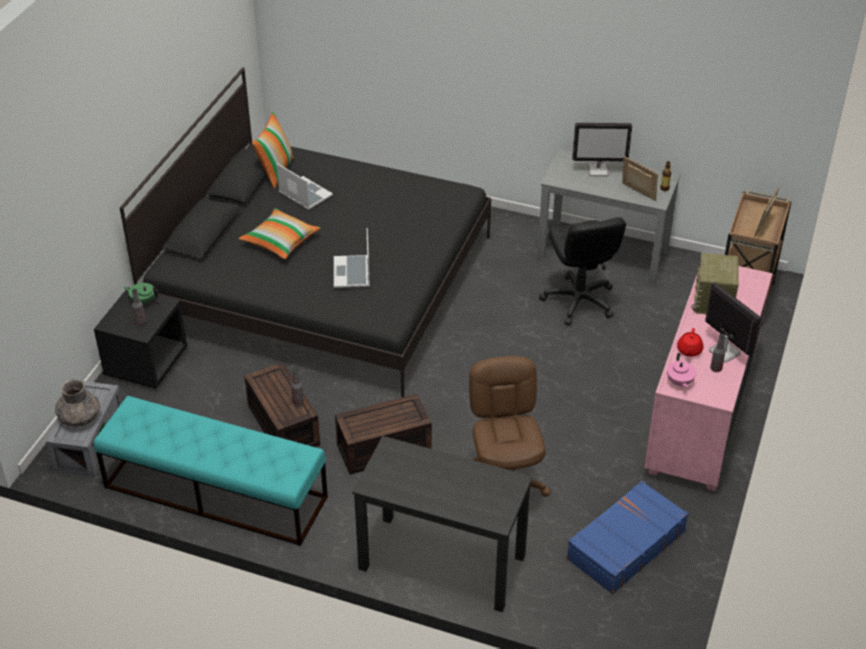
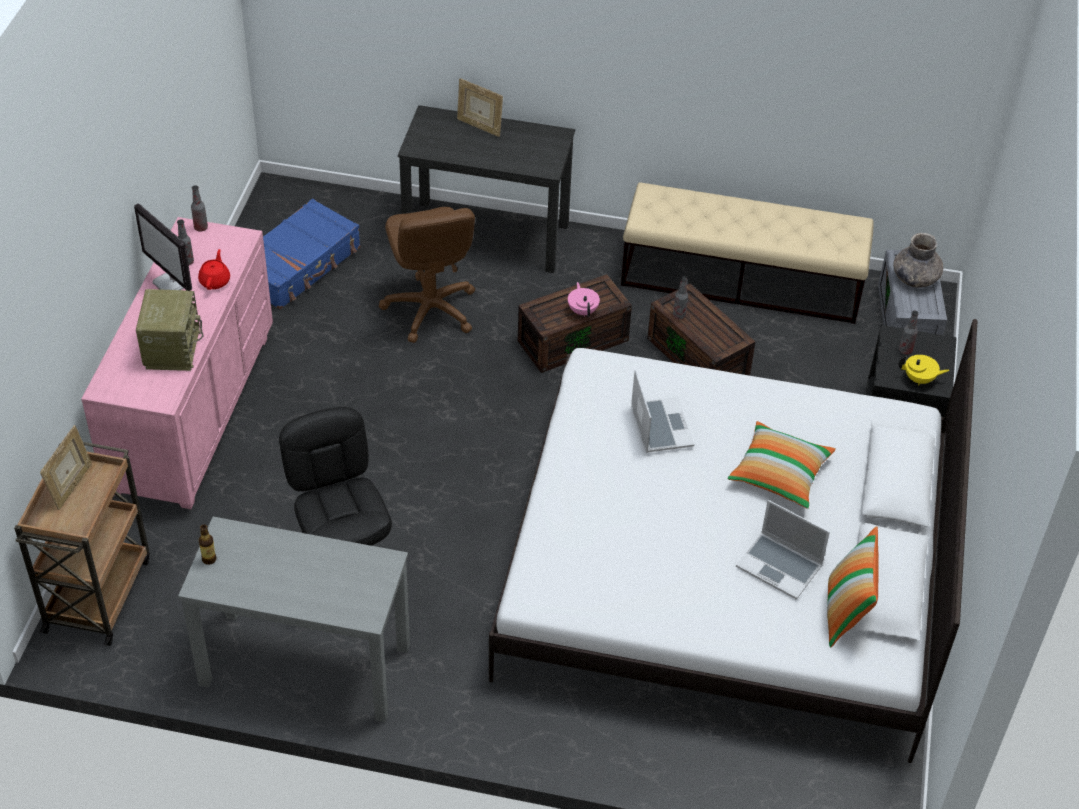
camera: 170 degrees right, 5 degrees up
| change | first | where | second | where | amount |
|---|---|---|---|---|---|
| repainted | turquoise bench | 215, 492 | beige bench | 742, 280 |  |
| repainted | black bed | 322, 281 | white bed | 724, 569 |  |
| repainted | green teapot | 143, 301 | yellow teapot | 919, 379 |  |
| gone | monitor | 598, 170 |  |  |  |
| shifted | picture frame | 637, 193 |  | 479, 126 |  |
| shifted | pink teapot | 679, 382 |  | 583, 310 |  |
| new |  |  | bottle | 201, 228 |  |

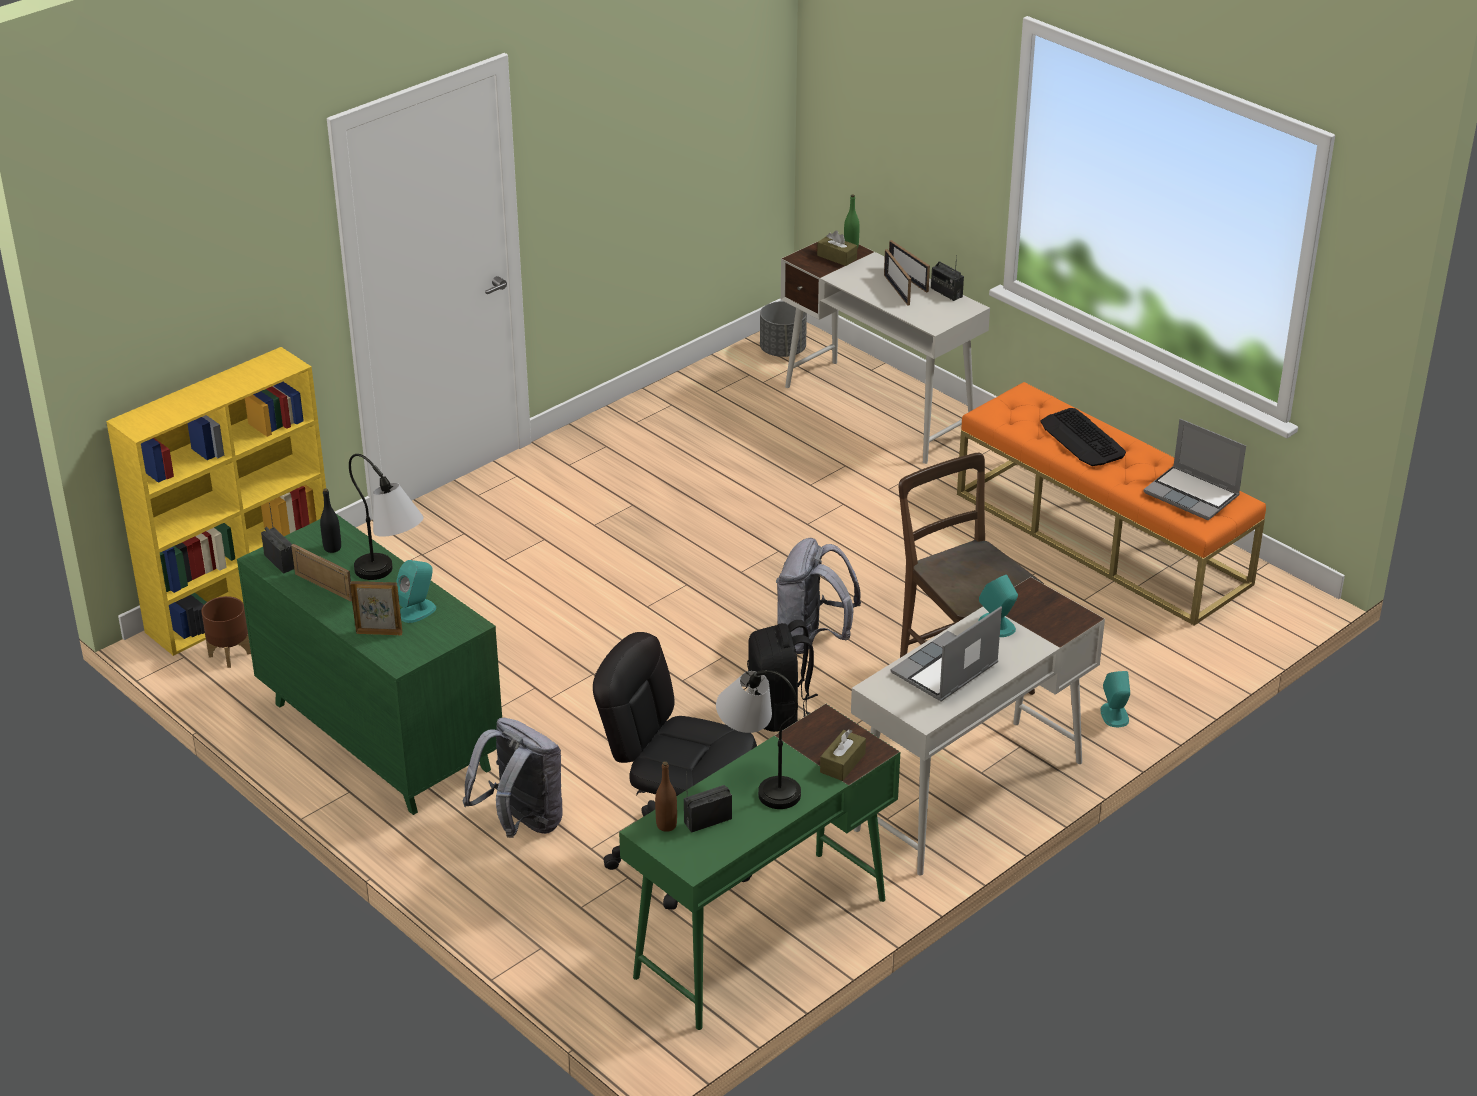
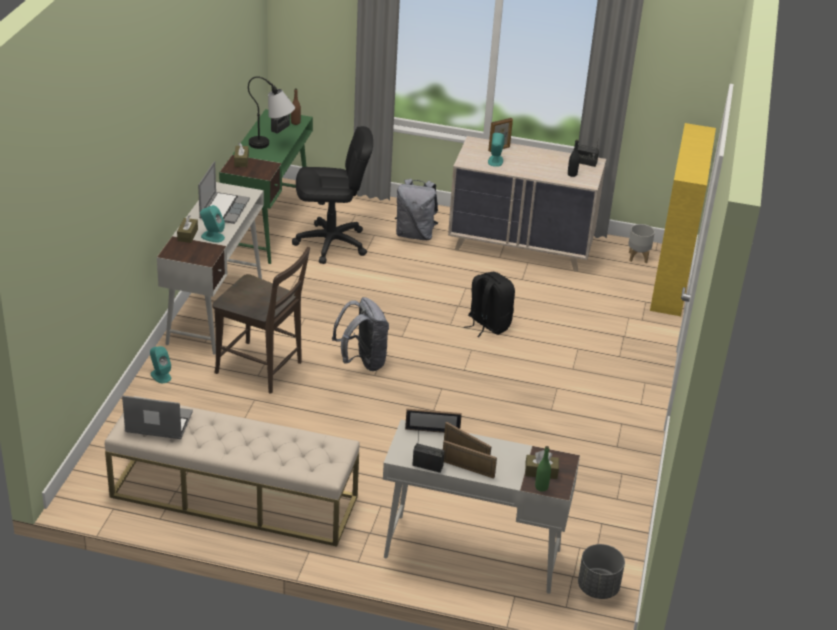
camera: 145 degrees right, 0 degrees up
| change | first | where | second | where | amount |
|---|---|---|---|---|---|
| repainted | brown planter | 229, 654 | grey planter | 638, 257 |  |
| repainted | green dresser | 379, 736 | beige dresser | 521, 247 |  |
| shifted | picture frame | 323, 587 |  | 432, 431 |  |
| gone | table lamp | 391, 579 |  |  |  |
| shifted | black backpack | 780, 712 |  | 487, 325 |  |
| repainted | orange bench | 1102, 538 | beige bench | 233, 497 |  |
| gone | keyboard | 1082, 439 |  |  |  |
| new |  |  | brown tissue box | 187, 235 |  |

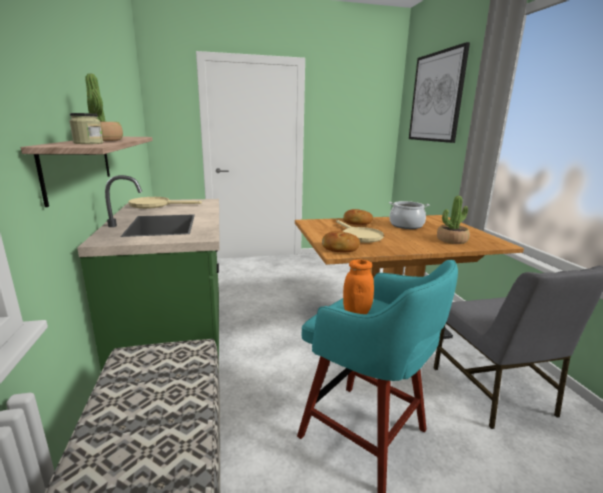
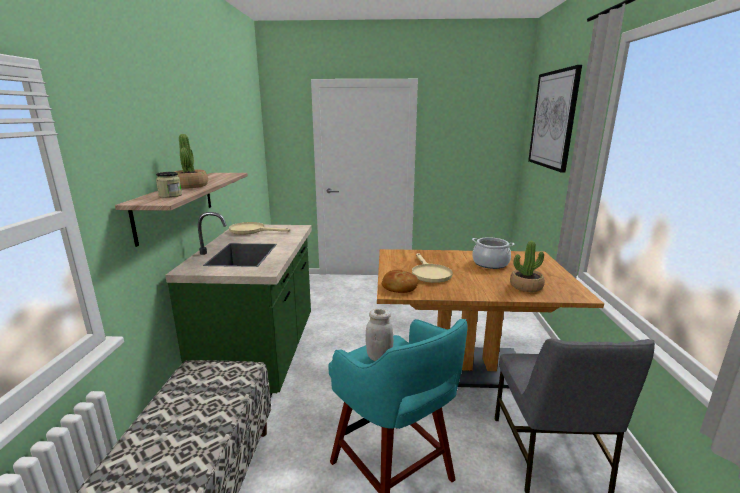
camera: 15 degrees right, 0 degrees up
| change | first | where | second | where | amount |
|---|---|---|---|---|---|
| gone | bread | 357, 222 |  |  |  |
| repainted | orange jar | 356, 312 | white jar | 379, 357 |  |

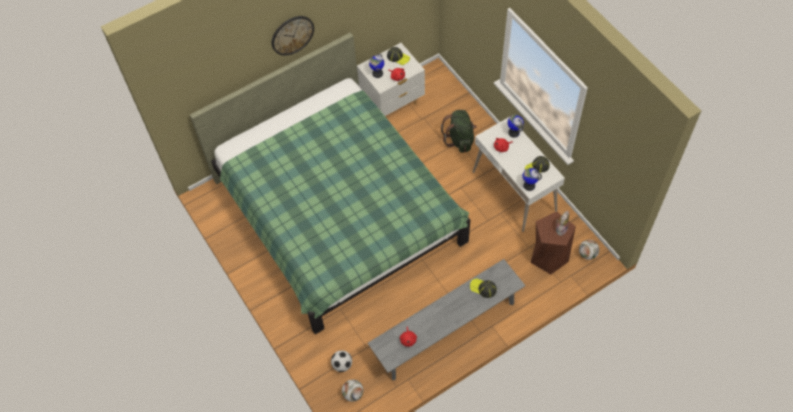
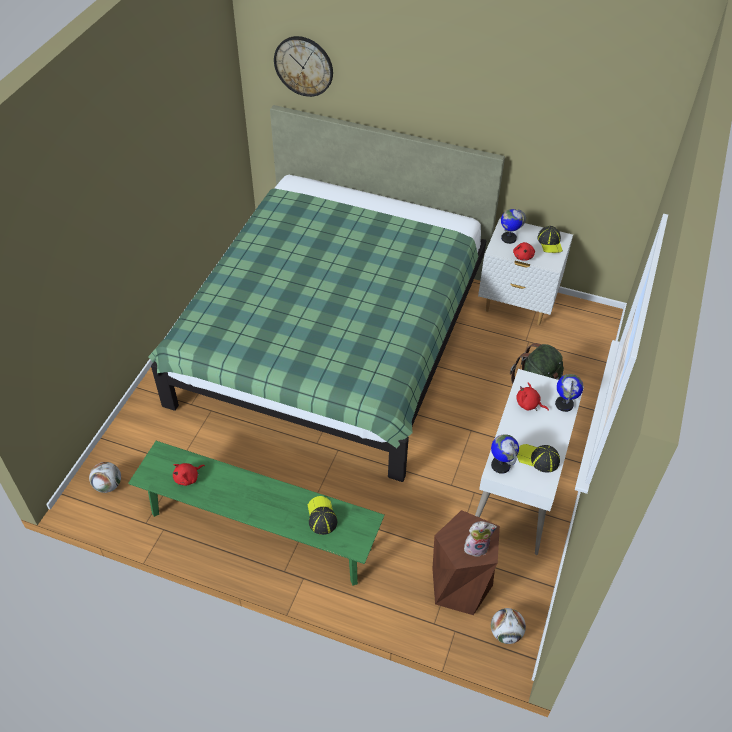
camera: 50 degrees right, 10 degrees down
| change | first | where | second | where | amount |
|---|---|---|---|---|---|
| shifted | wall clock | 292, 35 |  | 303, 66 |  |
| gone | football | 342, 365 |  |  |  |
| repainted | grey bench | 446, 330 | green bench | 260, 531 |  |

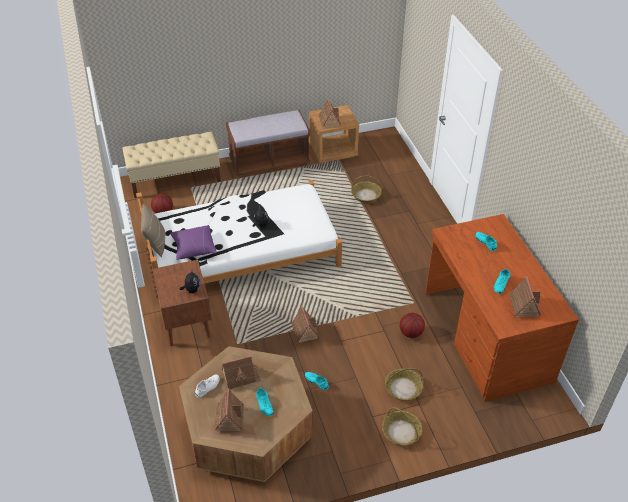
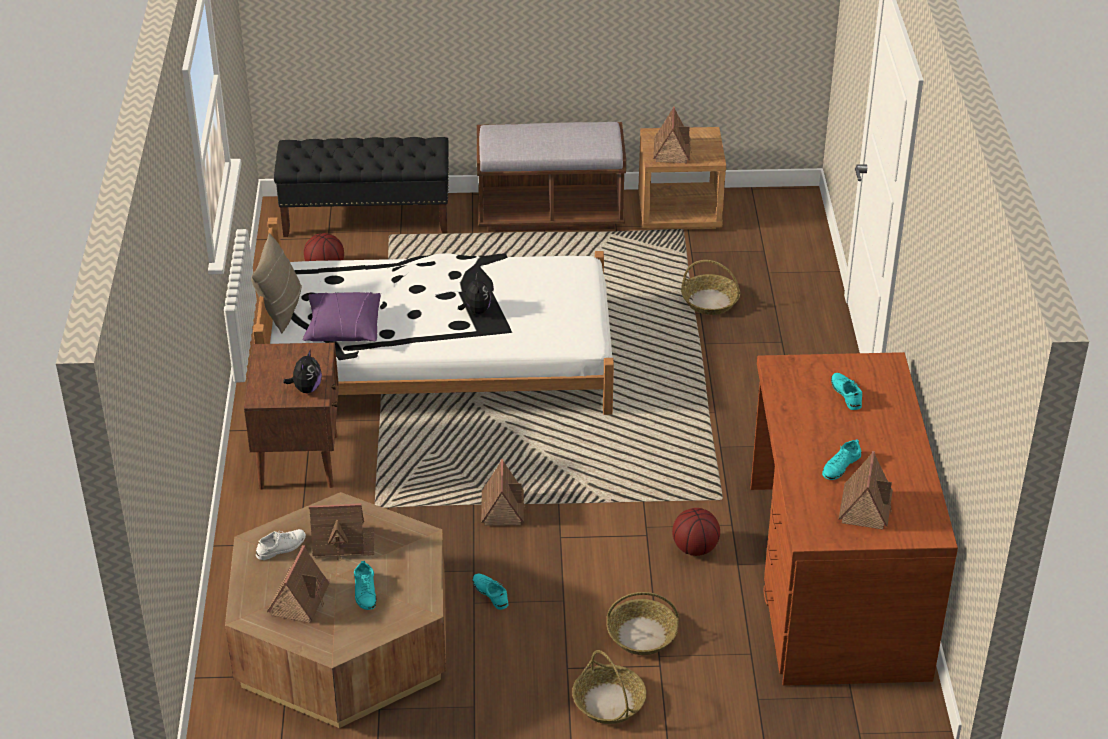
camera: 15 degrees right, 5 degrees down
| change | first | where | second | where | amount |
|---|---|---|---|---|---|
| repainted | beige bench | 175, 180 | black bench | 367, 218 |  |

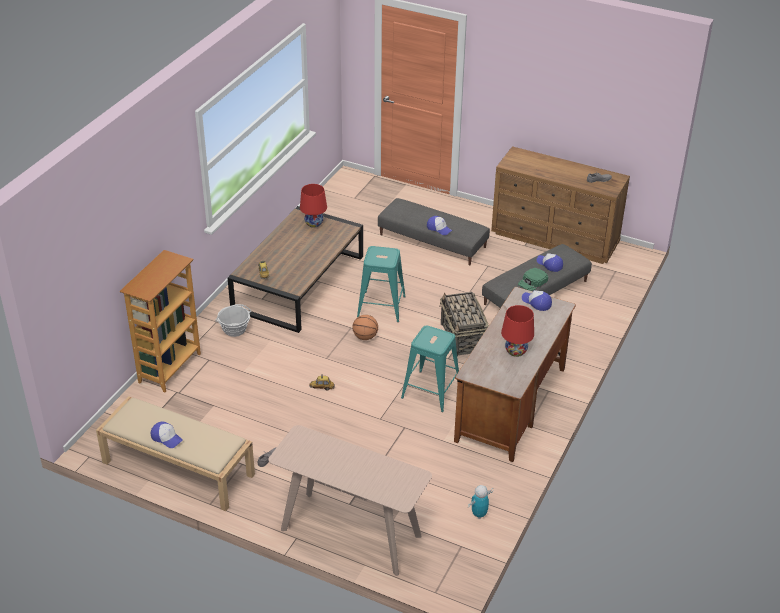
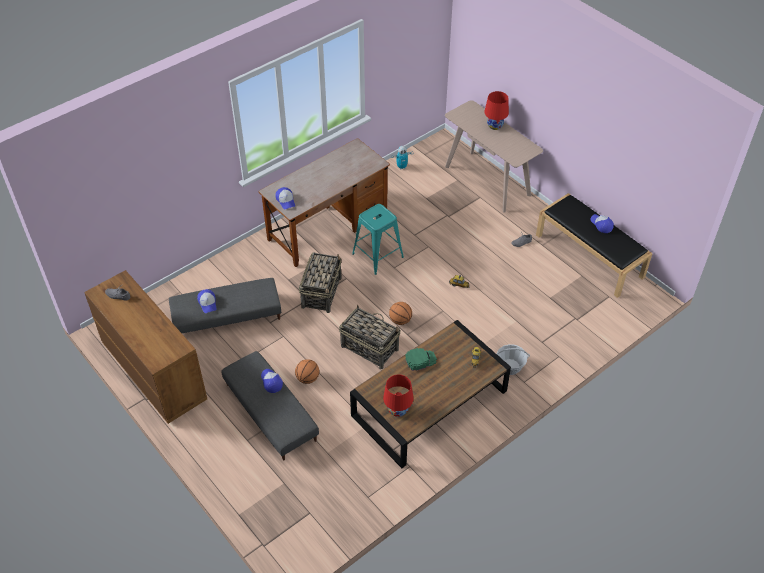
camera: 155 degrees left, 10 degrees up
| change | first | where | second | where | amount |
|---|---|---|---|---|---|
| repainted | beige bench | 177, 468 | black bench | 590, 256 |  |
| gone | bookcase | 169, 368 |  |  |  |
| swapped | turquoise stool | 381, 307 | basket | 369, 347 |  |
| shifted | red table lamp | 515, 351 |  | 495, 126 |  |
| shifted | green cap | 532, 282 |  | 420, 360 |  |
| new |  |  | basketball | 307, 378 |  |

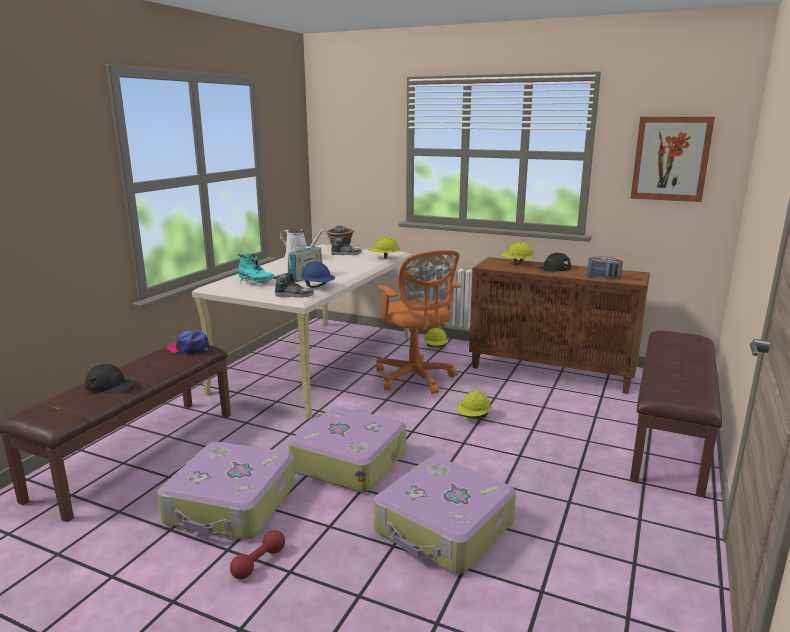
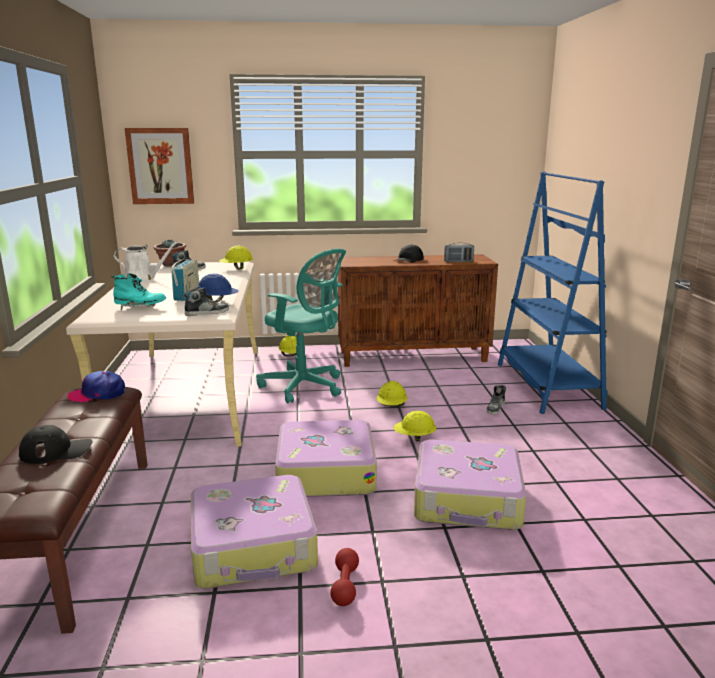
camera: 30 degrees left, 0 degrees up
| change | first | where | second | where | amount |
|---|---|---|---|---|---|
| repainted | orange office chair | 416, 379 | turquoise office chair | 305, 387 |  |
| shifted | yellow hard hat | 516, 264 |  | 414, 438 |  |
| swapped | brown bench | 670, 436 | blue bookcase | 547, 385 |  |
| shifted | picture | 671, 159 |  | 160, 166 |  |
| new |  |  | shoe | 496, 408 |  |

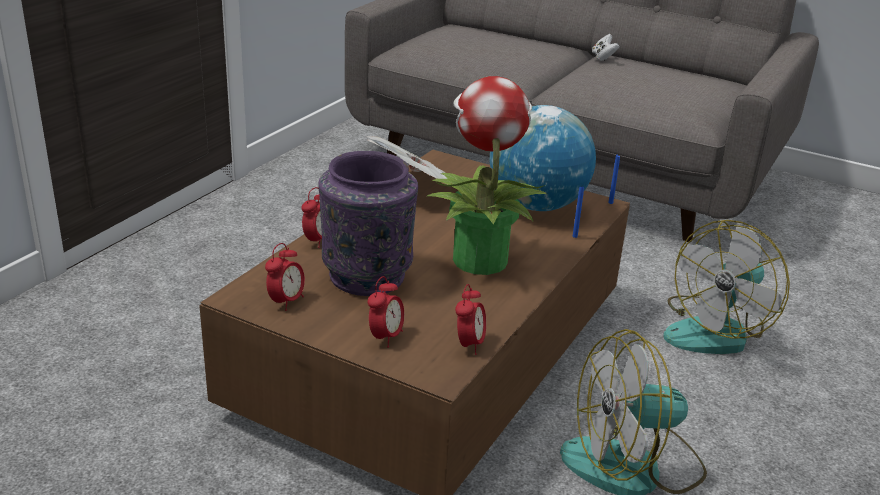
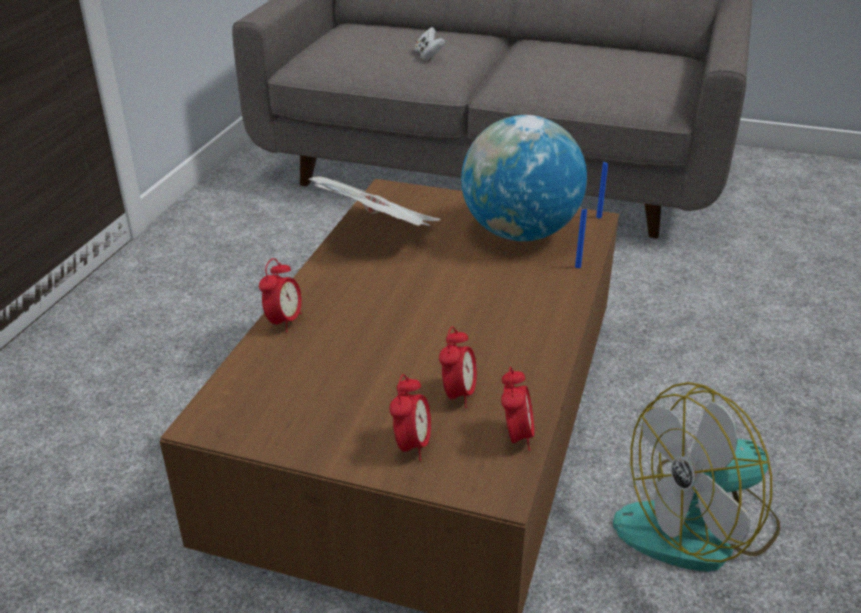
camera: 10 degrees left, 5 degrees up
| change | first | where | second | where | amount |
|---|---|---|---|---|---|
| shifted | alarm clock | 286, 301 |  | 458, 395 |  |
| gone | purple vase | 366, 275 |  |  |  |
| gone | potted plant | 479, 259 |  |  |  |
| shifted | white game controller | 603, 57 |  | 428, 56 |  |
| gone | fan | 716, 330 |  |  |  |

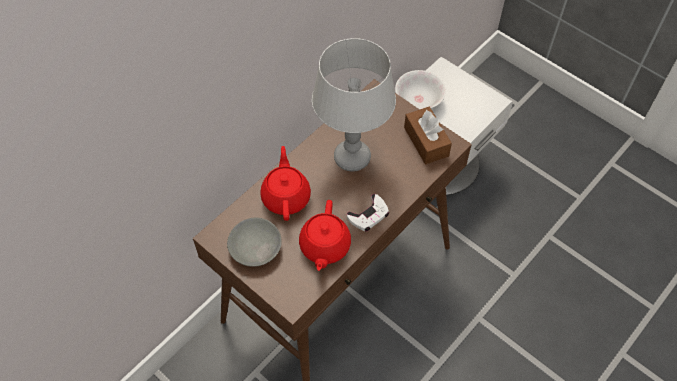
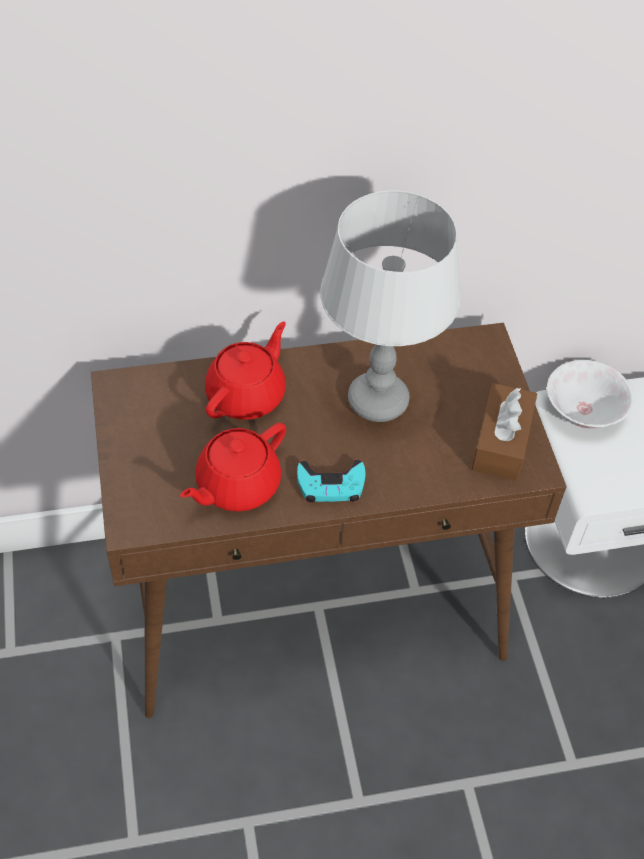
camera: 35 degrees right, 5 degrees down
| change | first | where | second | where | amount |
|---|---|---|---|---|---|
| gone | grey bowl | 255, 248 |  |  |  |
| repainted | white game controller | 369, 215 | turquoise game controller | 331, 485 |  |

